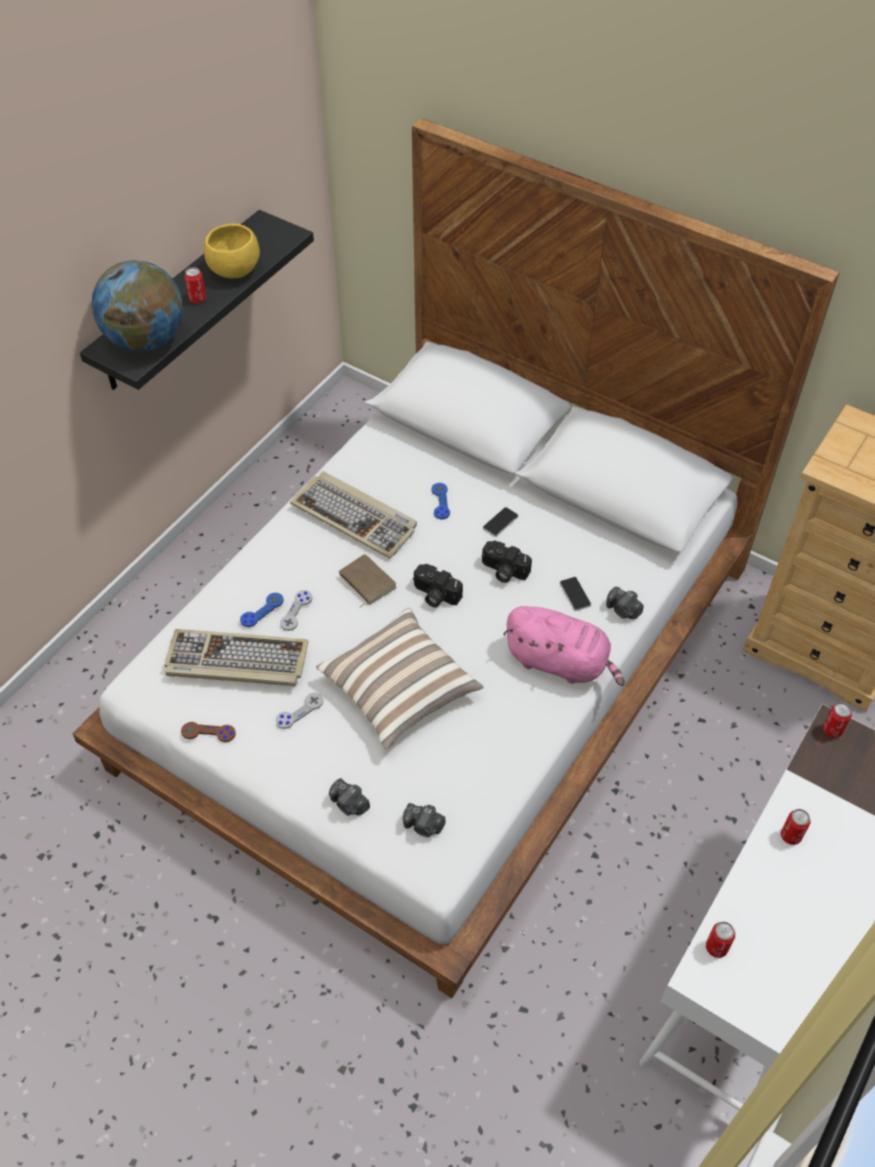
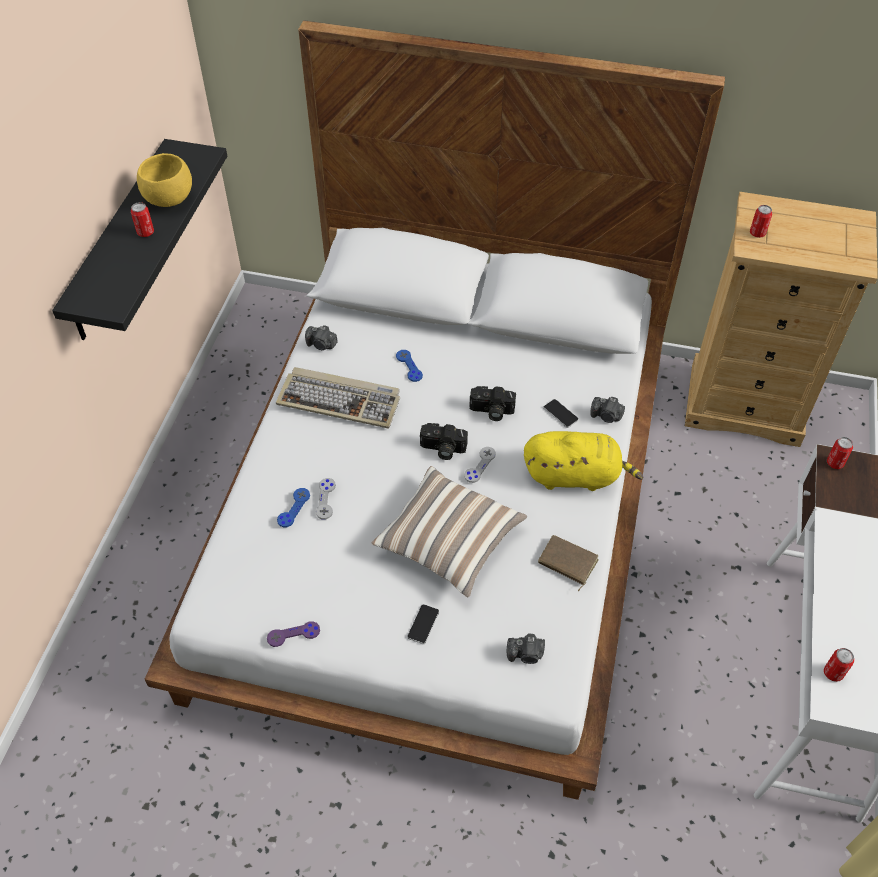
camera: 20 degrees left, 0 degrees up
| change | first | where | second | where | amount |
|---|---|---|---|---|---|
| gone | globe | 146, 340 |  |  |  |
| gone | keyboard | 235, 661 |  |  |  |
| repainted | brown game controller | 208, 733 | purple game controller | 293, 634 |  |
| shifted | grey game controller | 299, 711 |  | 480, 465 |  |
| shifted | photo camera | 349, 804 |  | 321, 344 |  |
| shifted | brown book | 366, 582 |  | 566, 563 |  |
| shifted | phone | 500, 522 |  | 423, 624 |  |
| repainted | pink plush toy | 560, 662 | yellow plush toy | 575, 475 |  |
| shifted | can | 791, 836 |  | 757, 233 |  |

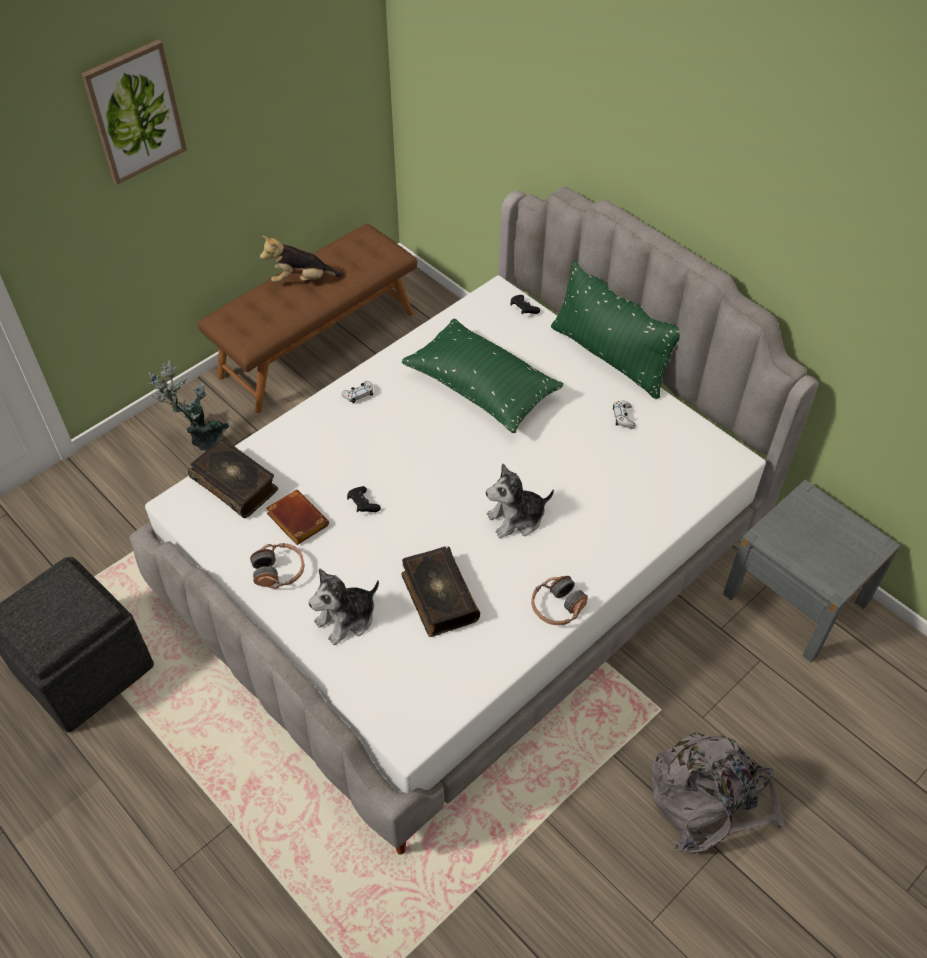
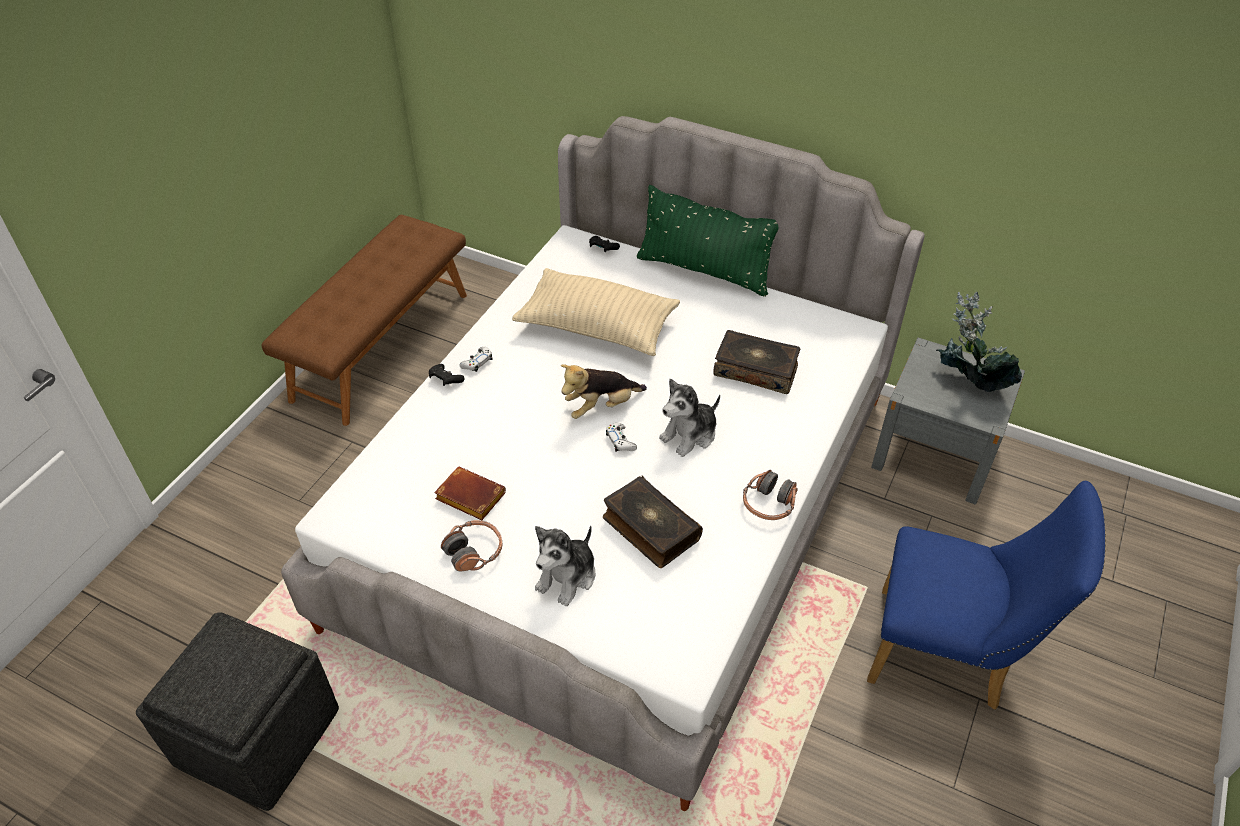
camera: 20 degrees left, 5 degrees down
| change | first | where | second | where | amount |
|---|---|---|---|---|---|
| gone | picture | 134, 112 |  |  |  |
| shifted | potted plant | 202, 440 |  | 966, 385 |  |
| shifted | book | 235, 484 |  | 756, 369 |  |
| shifted | plush toy | 301, 280 |  | 601, 406 |  |
| shifted | black game controller | 363, 504 |  | 445, 380 |  |
| repainted | green pillow | 481, 388 | beige pillow | 597, 327 |  |
| shifted | white game controller | 623, 417 |  | 620, 441 |  |
| swapped | grey backpack | 709, 799 | blue chair | 948, 654 |  |

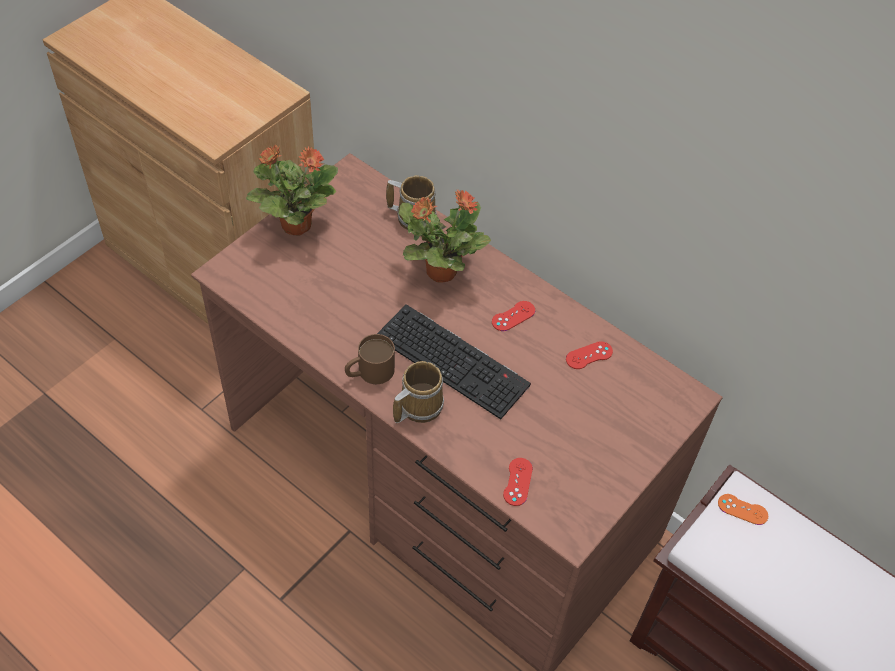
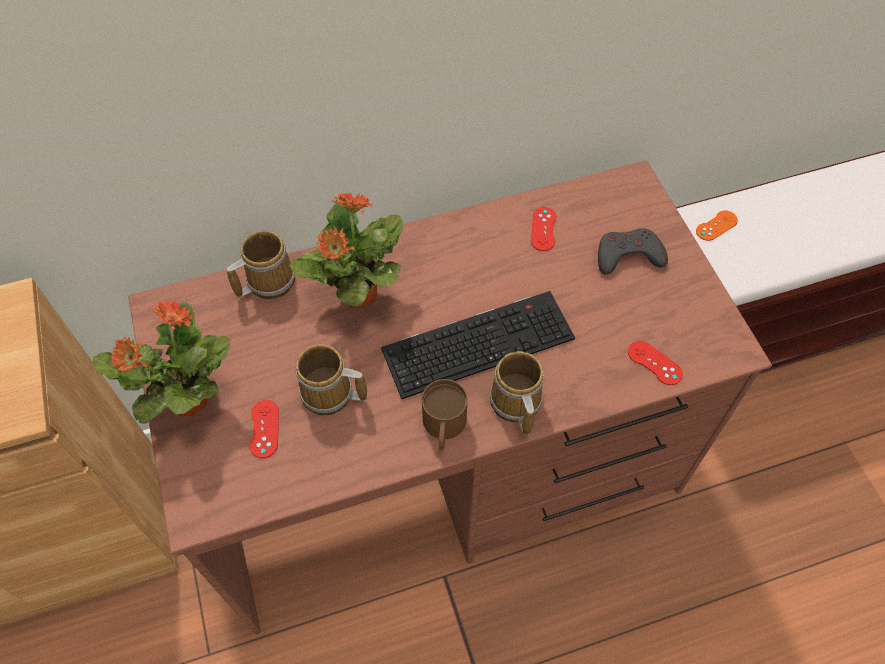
camera: 55 degrees left, 5 degrees up
| change | first | where | second | where | amount |
|---|---|---|---|---|---|
| shifted | red game controller | 513, 316 |  | 264, 429 |  |
| new |  |  | mug | 330, 395 |  |
| new |  |  | grey game controller | 628, 255 |  |

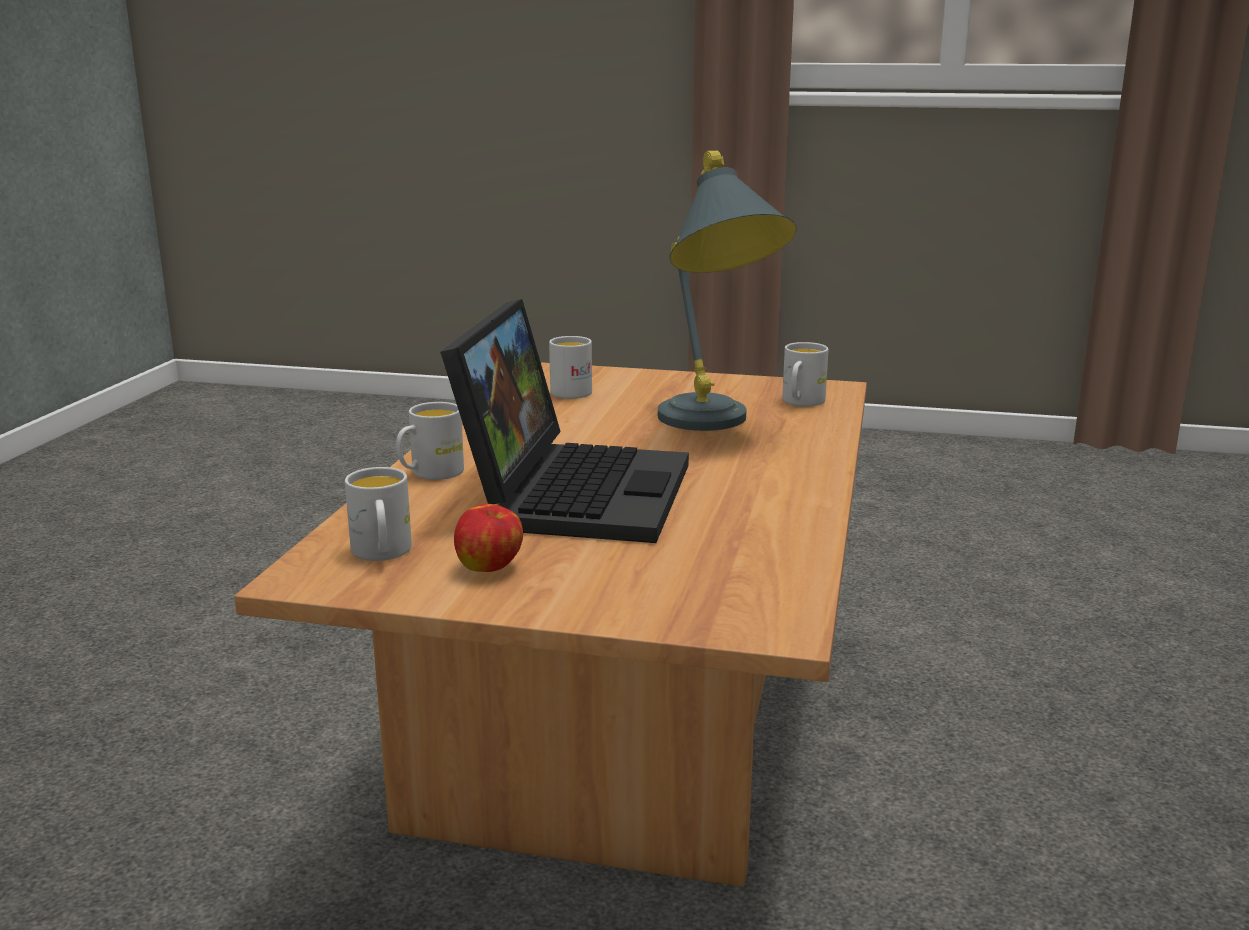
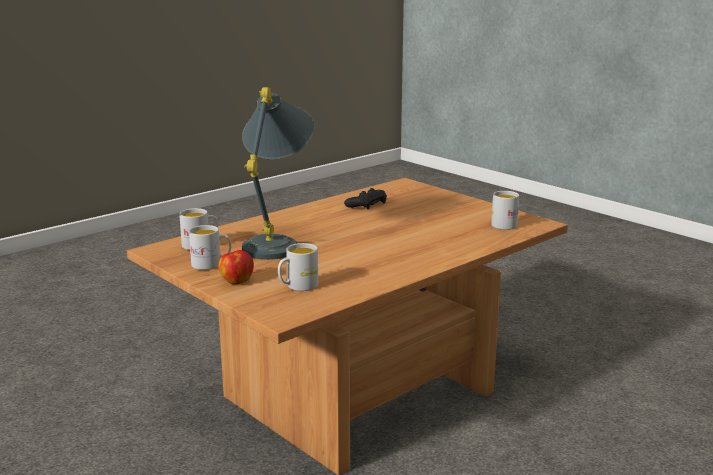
camera: 145 degrees left, 0 degrees up
| change | first | where | second | where | amount |
|---|---|---|---|---|---|
| shifted | white mug | 430, 474 |  | 211, 264 |  |
| gone | laptop | 572, 491 |  |  |  |
| shifted | apple | 490, 568 |  | 236, 281 |  |
| new |  |  | black game controller | 366, 205 |  |

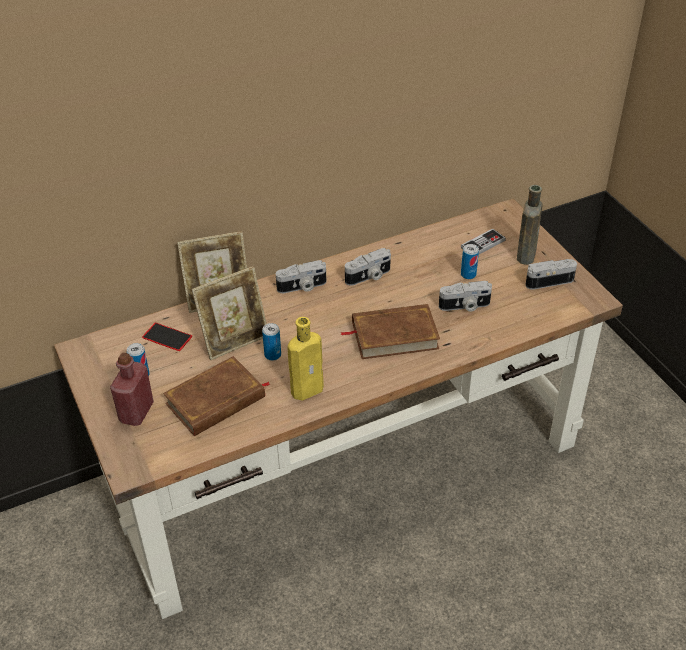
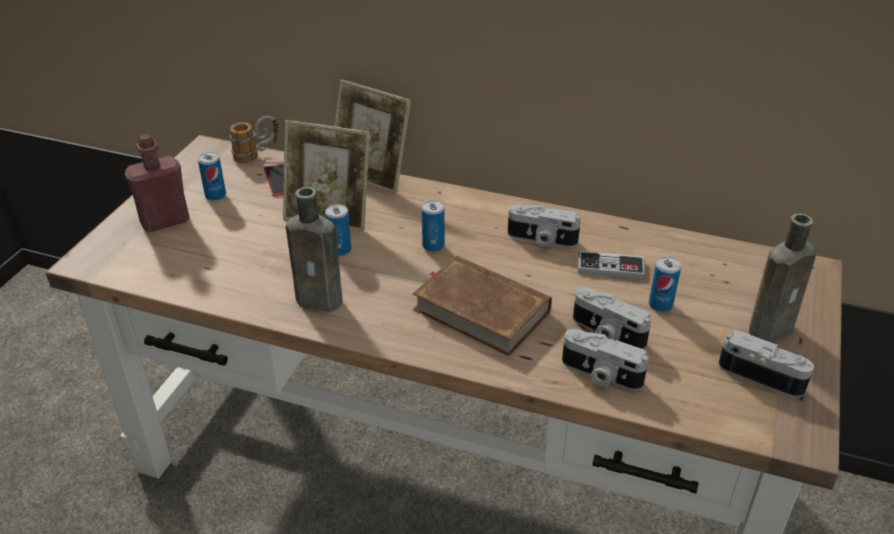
camera: 45 degrees right, 5 degrees down
| change | first | where | second | where | amount |
|---|---|---|---|---|---|
| gone | brown book | 216, 401 |  |  |  |
| shifted | photo camera | 302, 287 |  | 600, 375 |  |
| repainted | yellow bottle | 309, 389 | brown bottle | 322, 301 |  |
| shifted | game controller | 483, 244 |  | 610, 267 |  |
| new |  |  | mug | 257, 155 |  |
| new |  |  | can | 433, 245 |  |

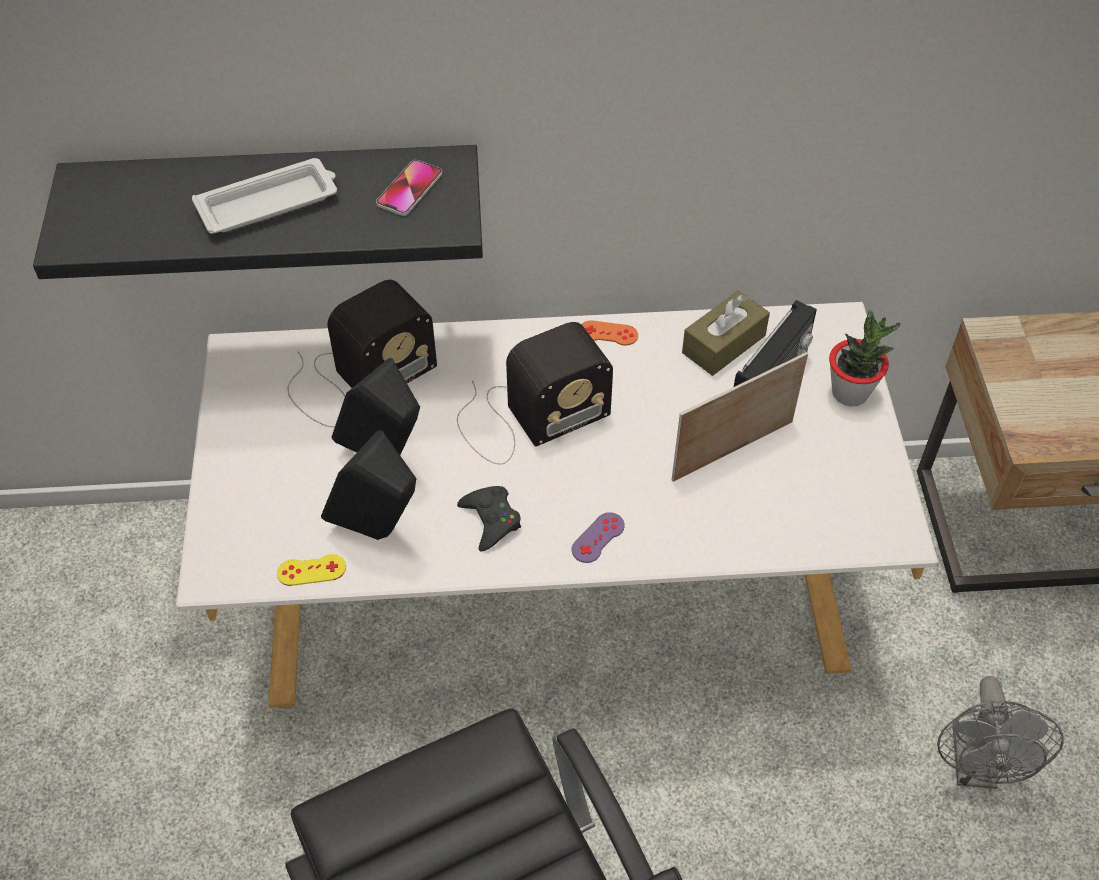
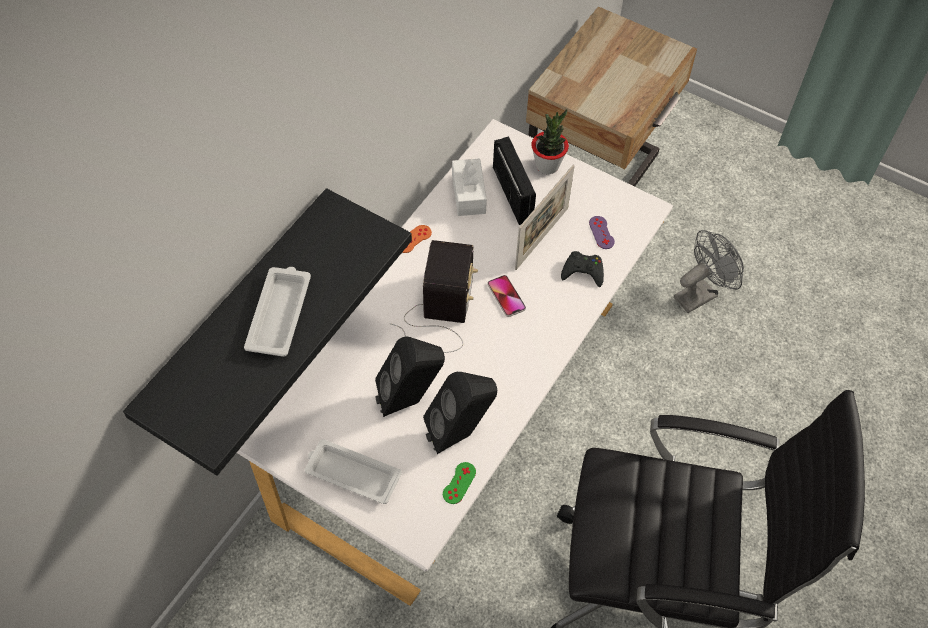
camera: 55 degrees left, 5 degrees up
| change | first | where | second | where | amount |
|---|---|---|---|---|---|
| repainted | yellow game controller | 311, 570 | green game controller | 459, 483 |  |
| gone | radio | 356, 379 |  |  |  |
| shifted | phone | 409, 189 |  | 506, 296 |  |
| shifted | black game controller | 491, 520 |  | 583, 271 |  |
| shifted | purple game controller | 598, 538 |  | 601, 232 |  |
| rotated | picture frame | 732, 450 |  | 541, 238 | 150 degrees counterclockwise |
| repainted | brown tissue box | 723, 344 | white tissue box | 468, 194 |  |
| rotated | grey fan | 975, 768 |  | 700, 293 | 75 degrees counterclockwise |
| new |  |  | white tray | 351, 474 |  |

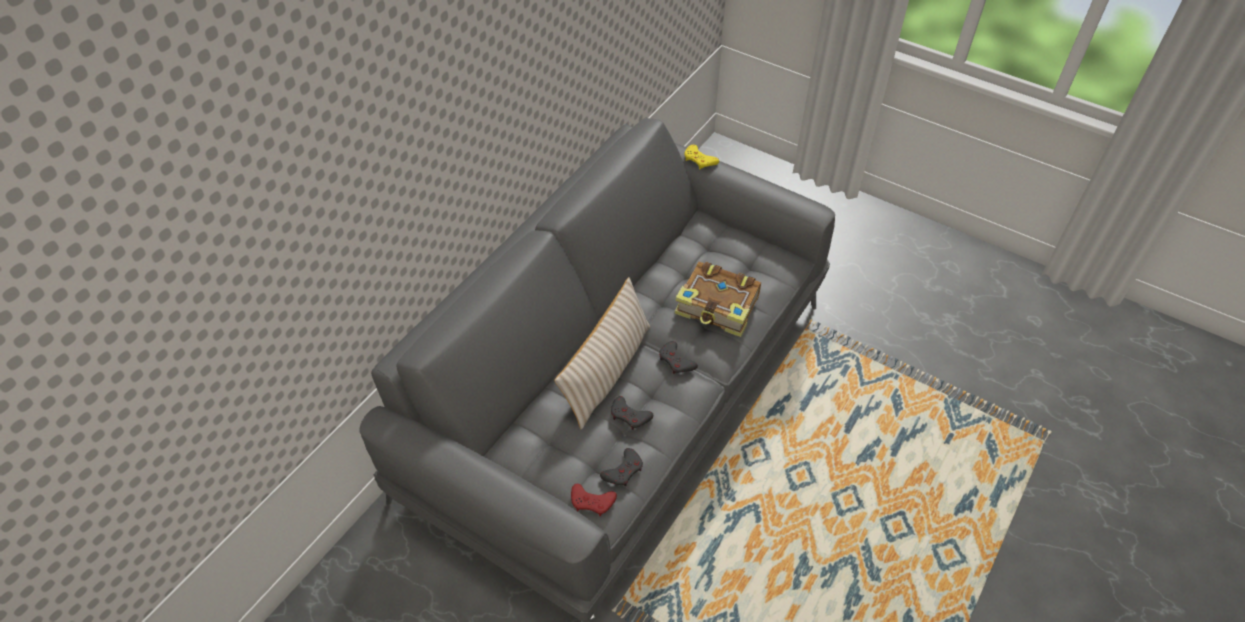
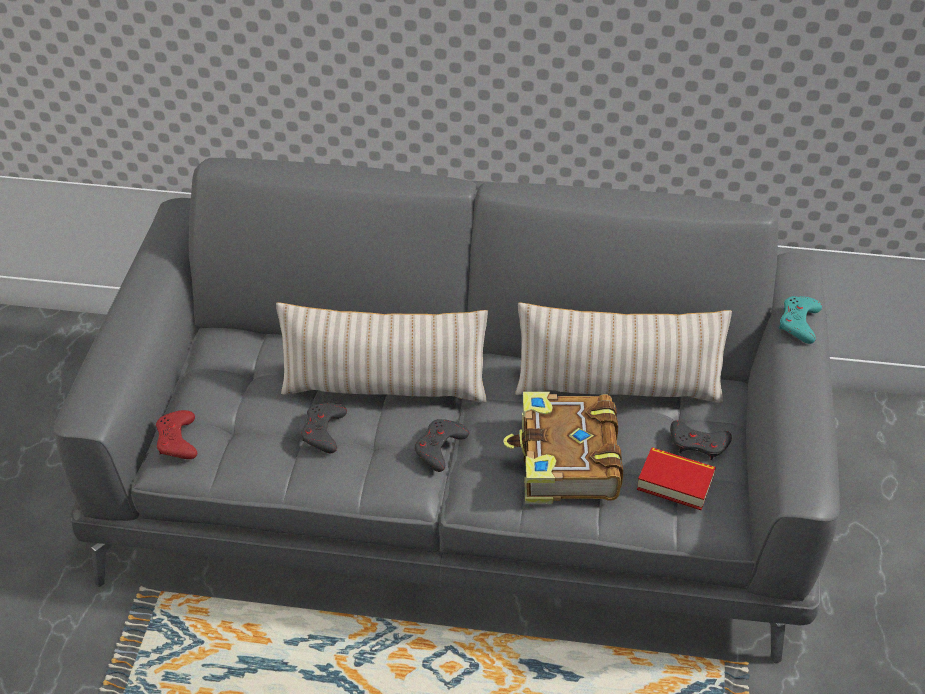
camera: 65 degrees right, 5 degrees down
| change | first | where | second | where | amount |
|---|---|---|---|---|---|
| shifted | grey game controller | 623, 470 |  | 698, 443 |  |
| repainted | yellow game controller | 699, 160 | turquoise game controller | 799, 323 |  |
| new |  |  | beige pillow | 617, 387 |  |
| new |  |  | book | 675, 483 |  |

